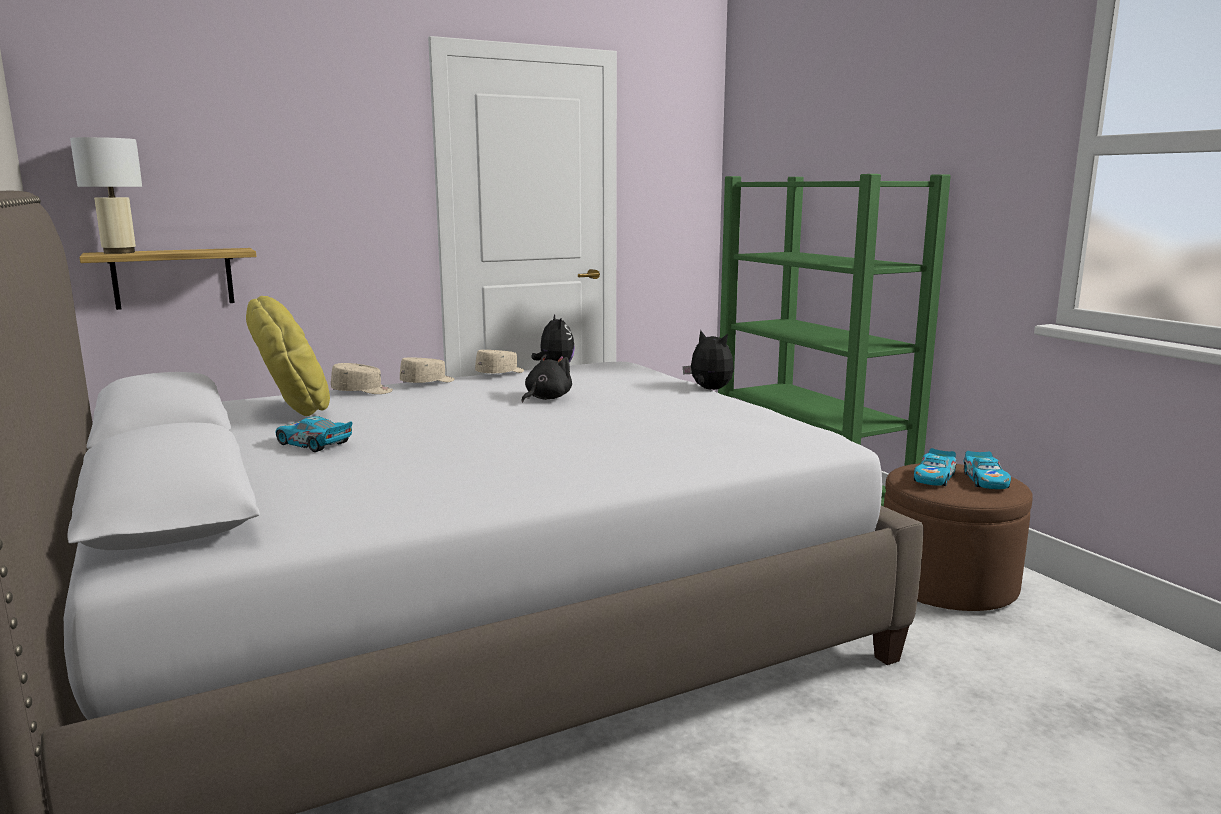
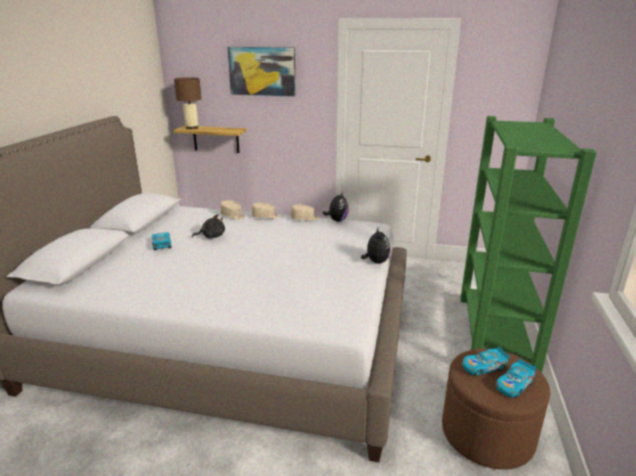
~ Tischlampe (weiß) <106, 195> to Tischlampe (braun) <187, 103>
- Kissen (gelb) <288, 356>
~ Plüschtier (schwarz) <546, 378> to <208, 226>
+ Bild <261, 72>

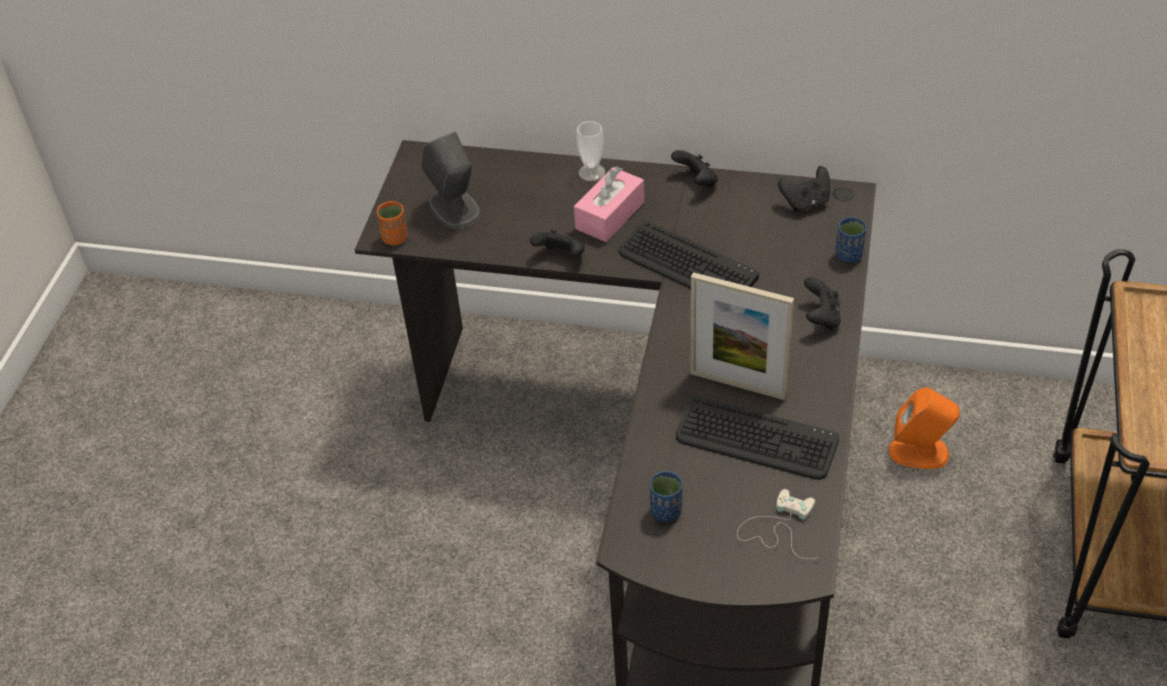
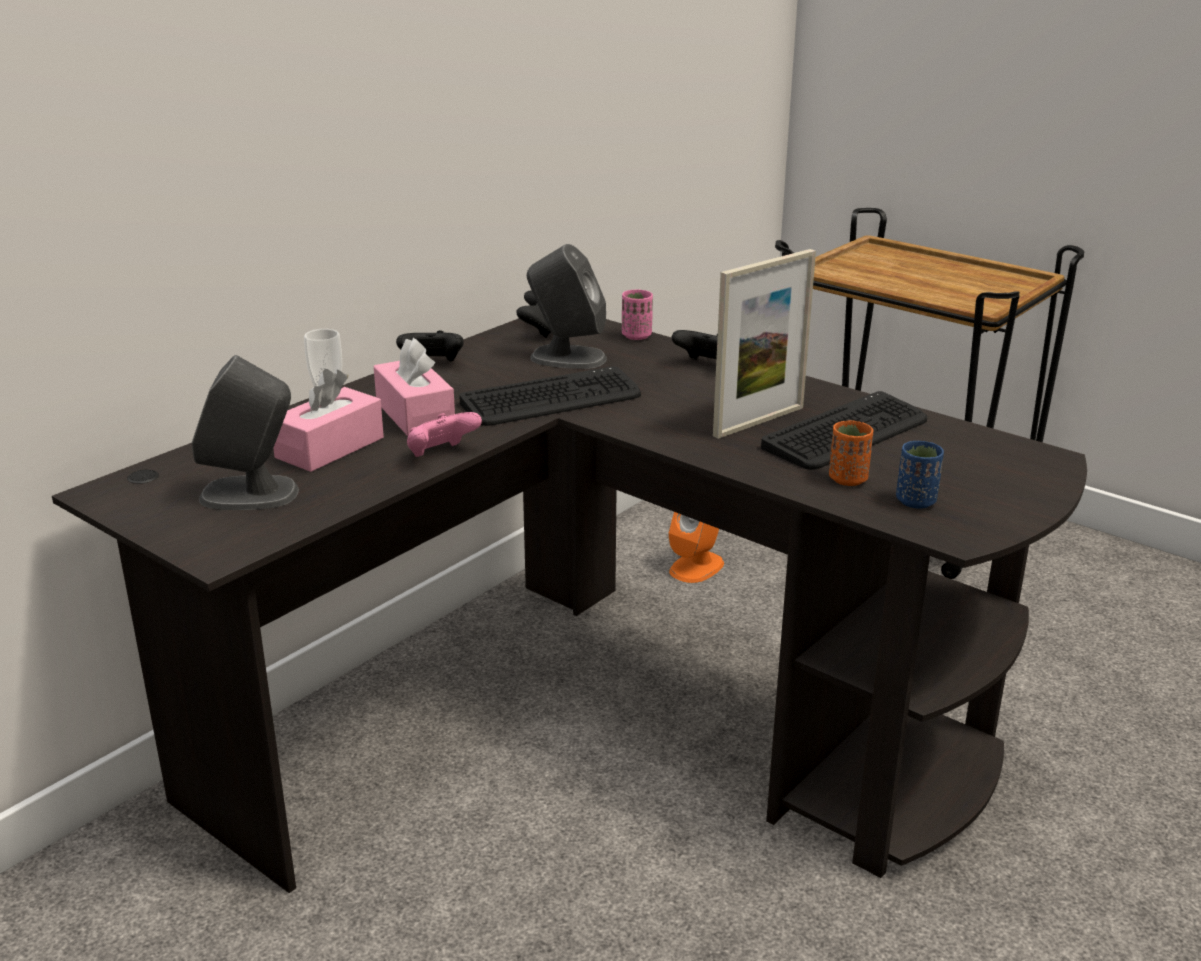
~ Tasse (orange) <392, 223> to <851, 453>
~ Gamepad (schwarz) <557, 243> to Gamepad (rosa) <444, 434>
- Gamepad (weiß) <777, 524>
~ Tasse (blau) <850, 240> to Tasse (rosa) <637, 314>
+ Taschentuchbox (rosa) <328, 420>
+ Lautsprecher (grau) <567, 306>

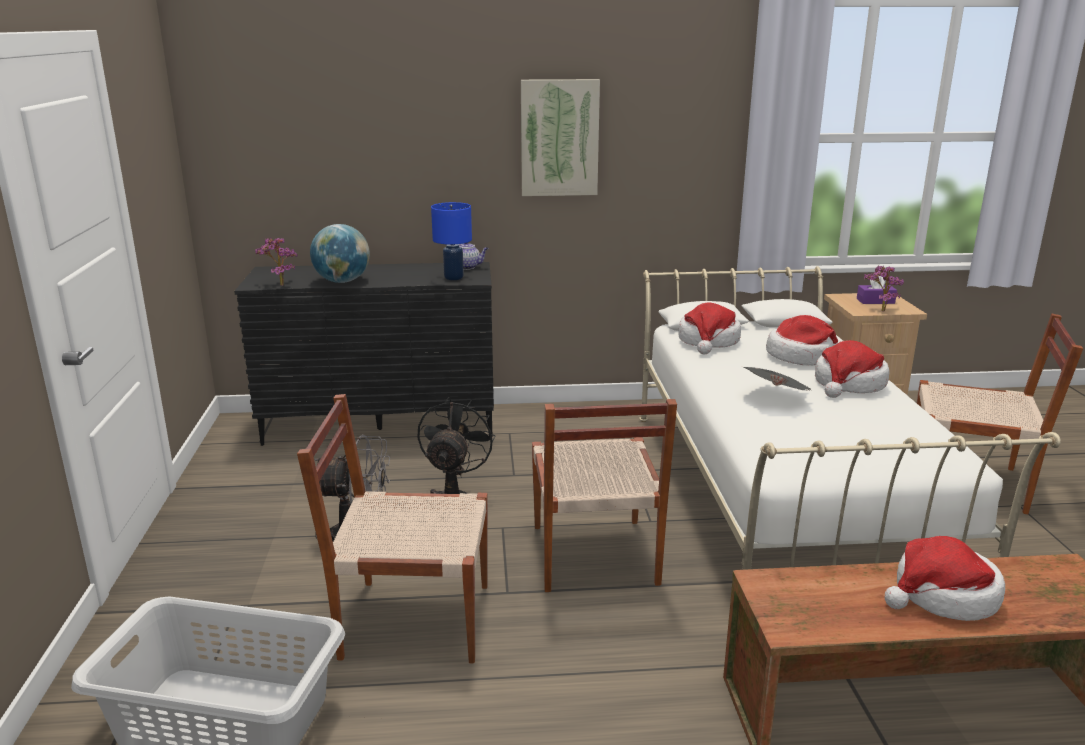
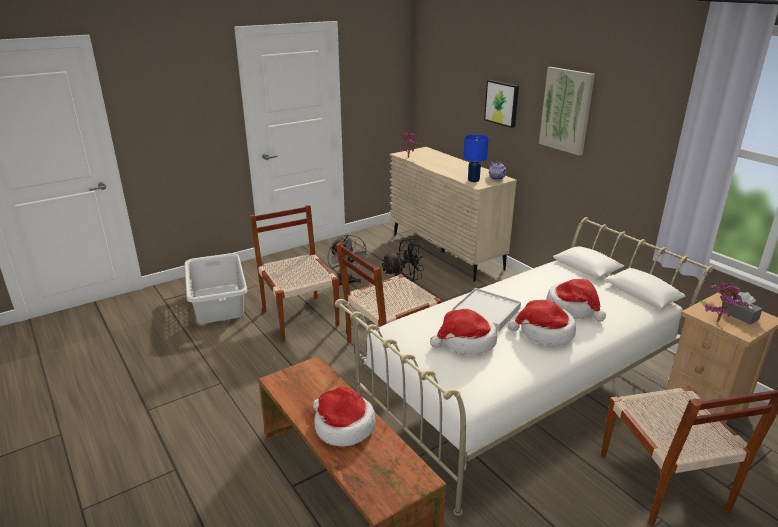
~ Kommode (schwarz) <364, 354> to Kommode (beige) <453, 214>
- Globus <340, 253>
~ Hut <709, 328> to <463, 332>
~ Zeitung <775, 378> to Tablett (weiß) <486, 310>
~ Taschentuchbox (lila) <877, 290> to Taschentuchbox (grau) <742, 308>
+ Bild <501, 104>

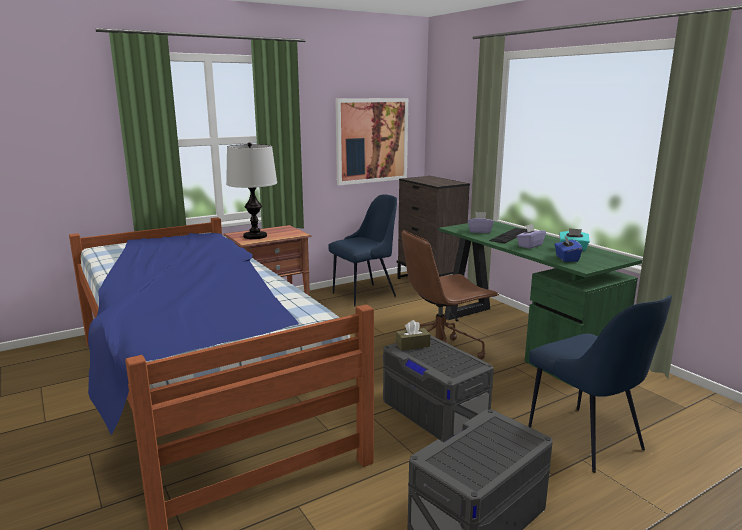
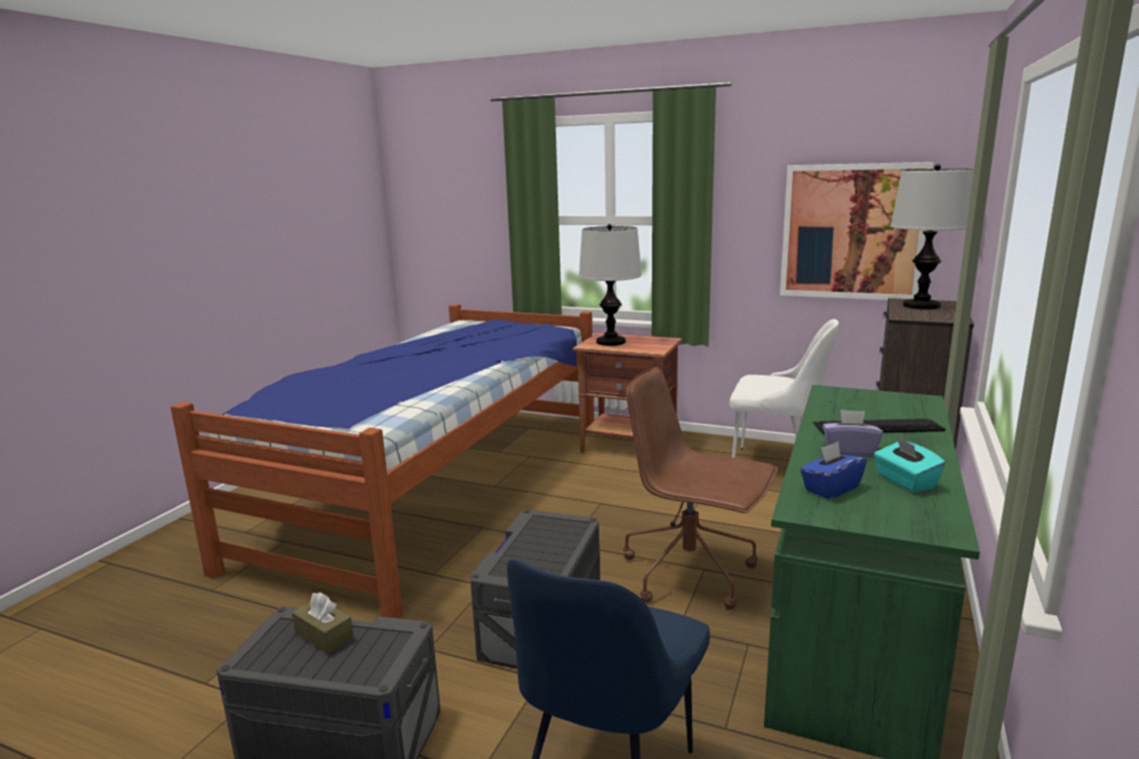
~ Stuhl (blau) <362, 250> to Stuhl (weiß) <784, 388>
~ Taschentuchbox (braun) <413, 335> to <323, 623>
- Taschentuchbox (lila) <481, 222>
+ Tischlampe <932, 236>

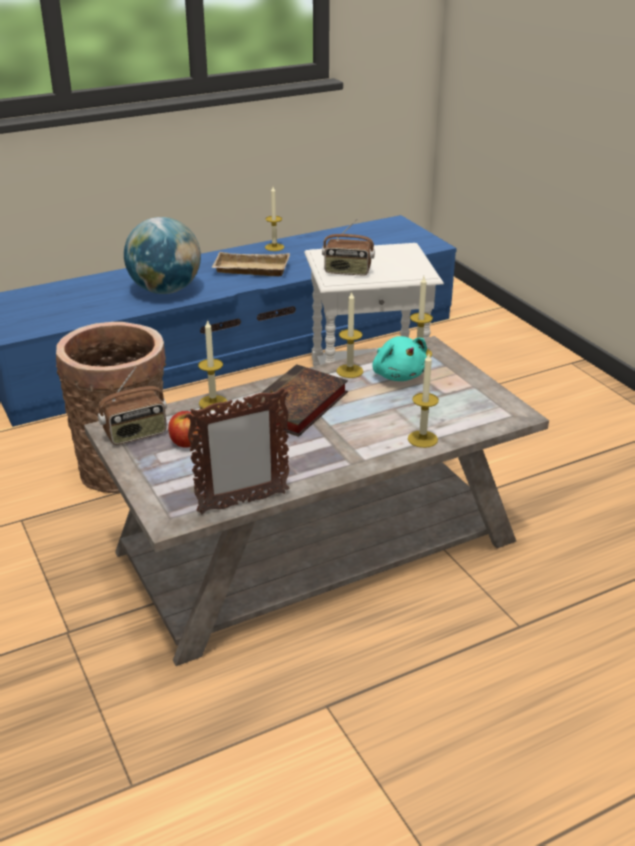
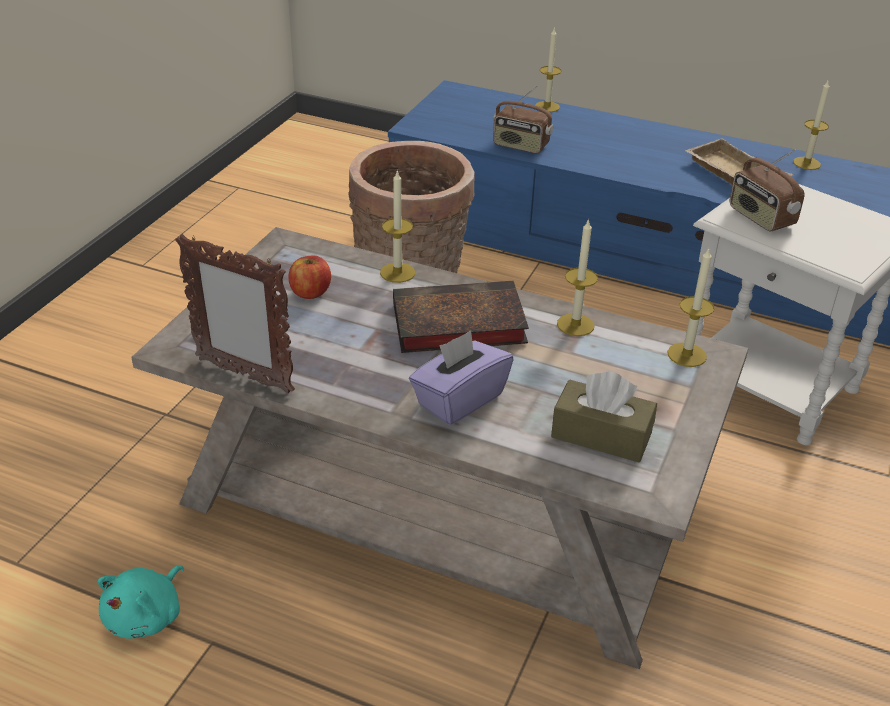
~ Radio <132, 406> to <523, 119>
- Globus <162, 255>
~ Plüschtier (türkis) <399, 358> to <141, 602>
~ Kerze <423, 401> to <548, 70>
+ Taschentuchbox (lila) <461, 377>
+ Taschentuchbox (braun) <604, 416>

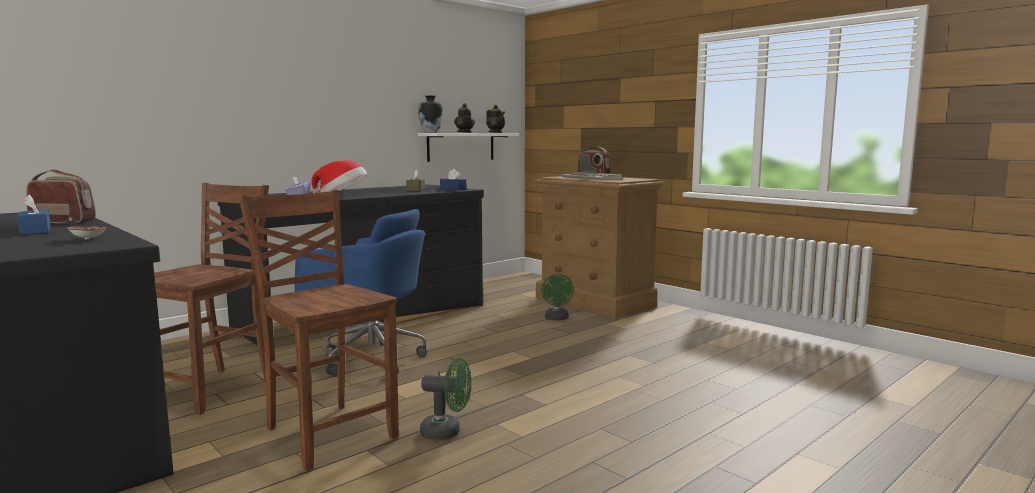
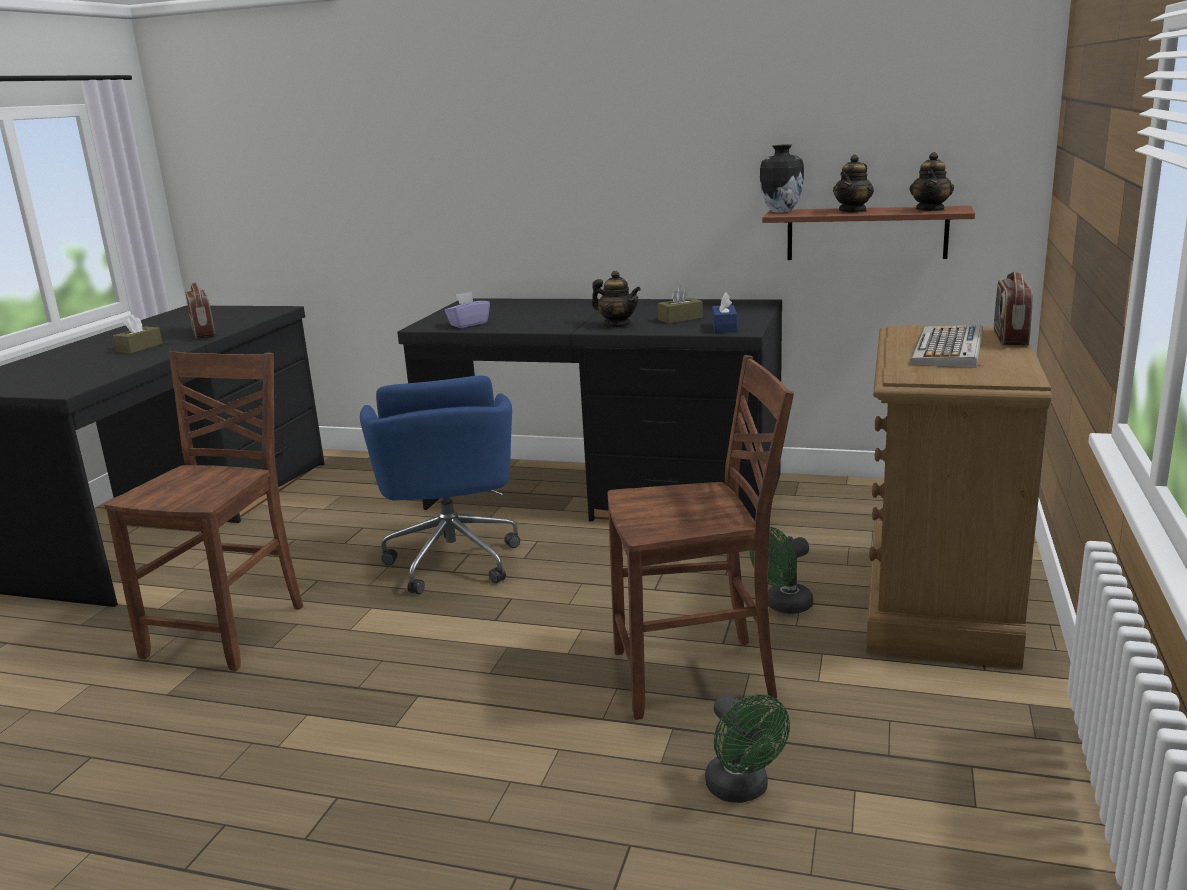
~ Taschentuchbox (blau) <34, 215> to Taschentuchbox (braun) <138, 334>
- Schüssel <87, 232>
~ Stuhl (braun) <211, 299> to <701, 537>
- Hut <339, 176>
~ Wandregal (weiß) <468, 147> to Wandregal (braun) <868, 233>
~ Ventilator (grün) <446, 399> to <747, 748>
+ Teekanne <616, 299>

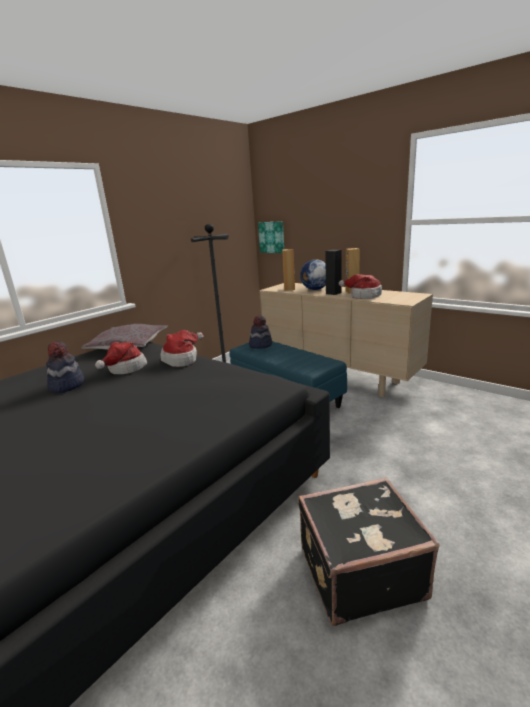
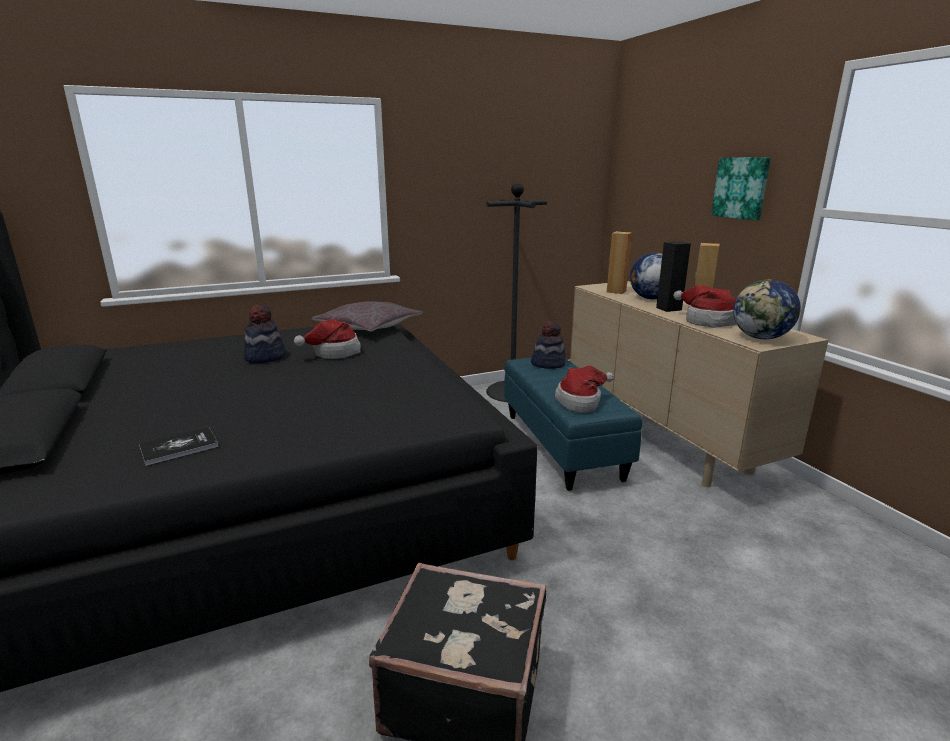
~ Hut <182, 348> to <584, 389>
~ Bild <271, 237> to <741, 189>
+ Buch <179, 446>
+ Globus <767, 309>

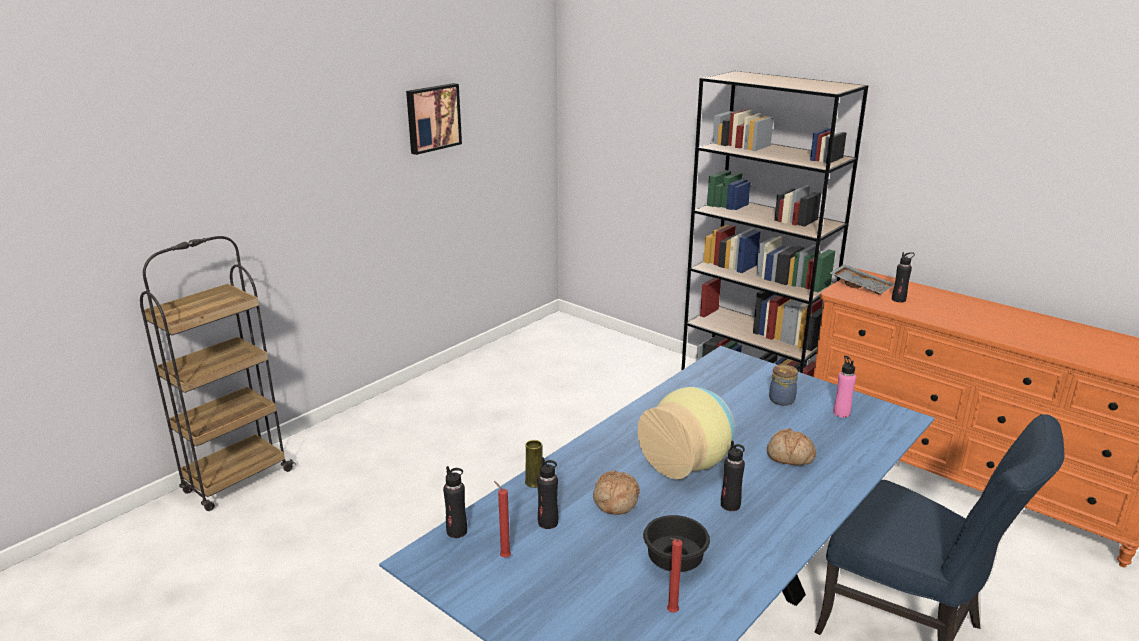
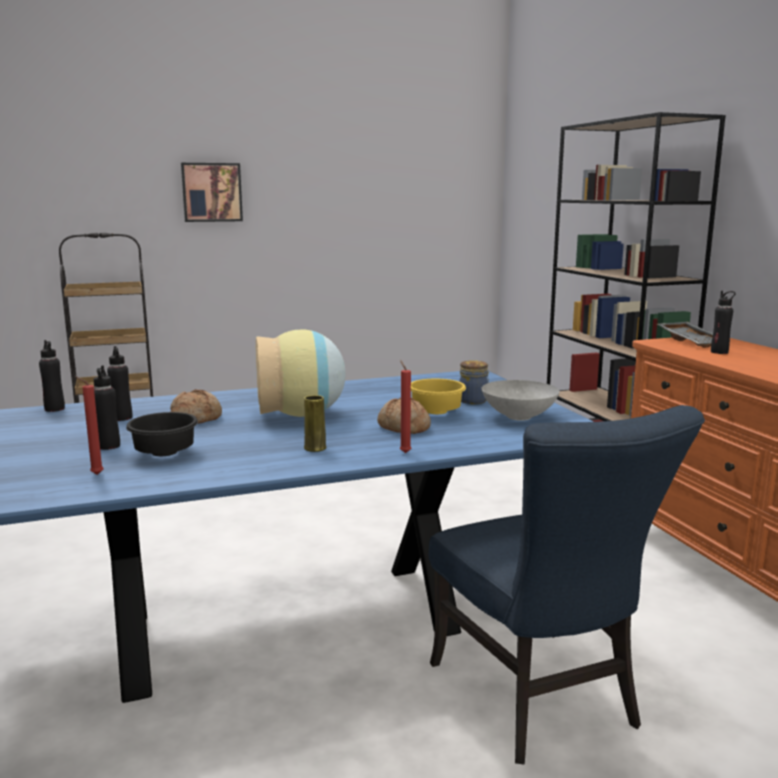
~ Bild <434, 119> to <212, 192>
~ Kerze (rot) <502, 519> to <405, 406>
~ Vase (gelb) <534, 464> to <315, 423>
~ Flasche (schwarz) <733, 475> to <107, 407>
~ Flasche (rosa) <844, 386> to Schüssel (grau) <521, 400>
+ Schüssel (gelb) <438, 396>

